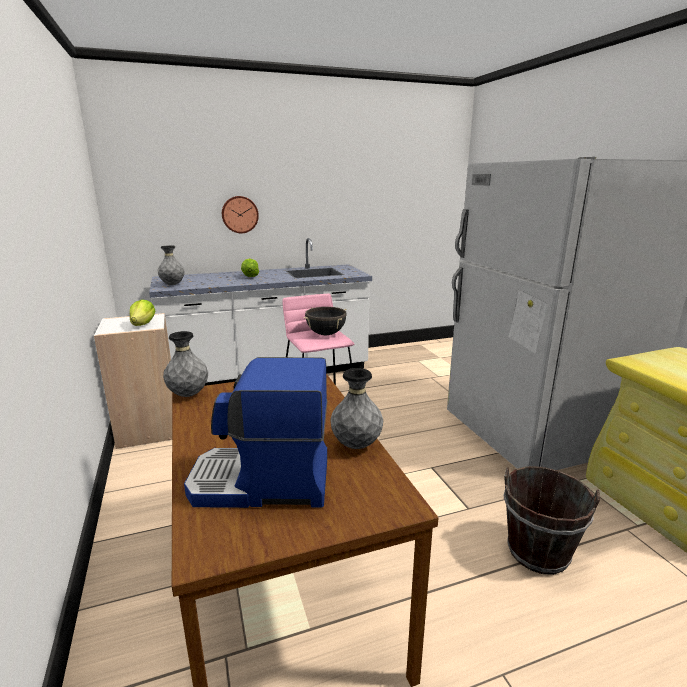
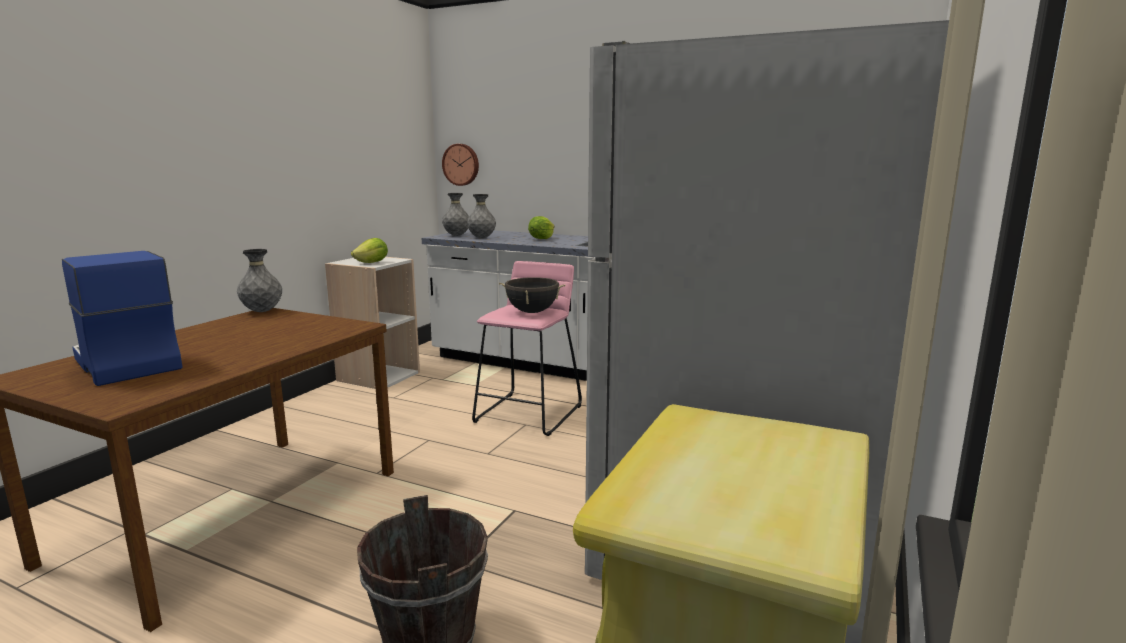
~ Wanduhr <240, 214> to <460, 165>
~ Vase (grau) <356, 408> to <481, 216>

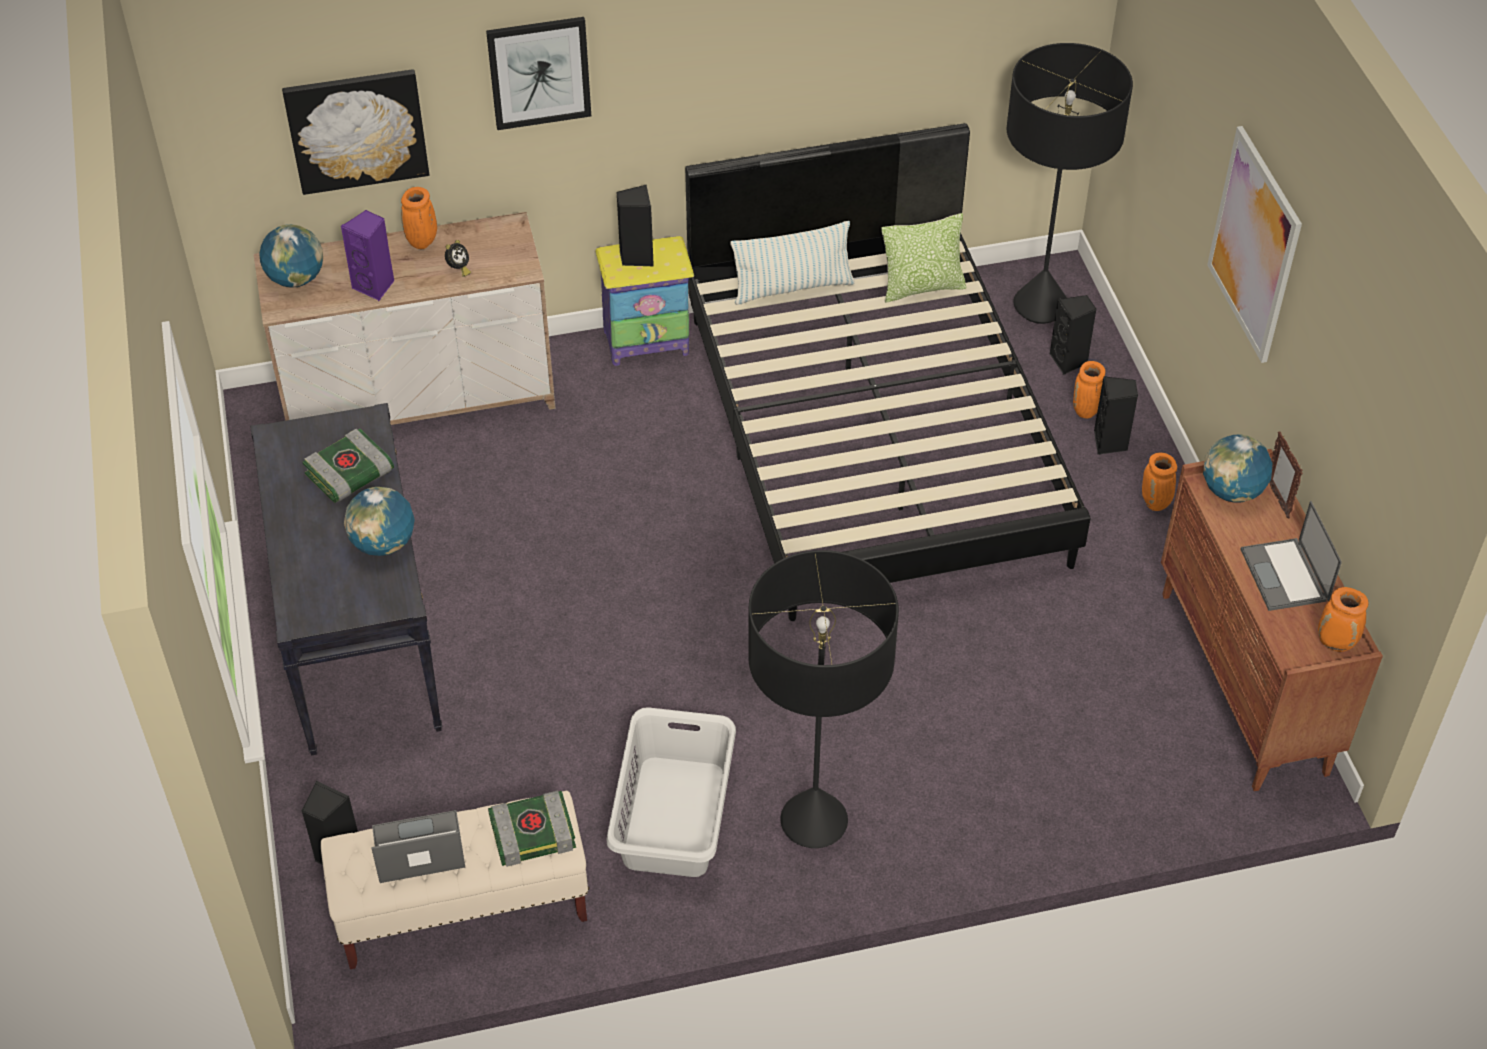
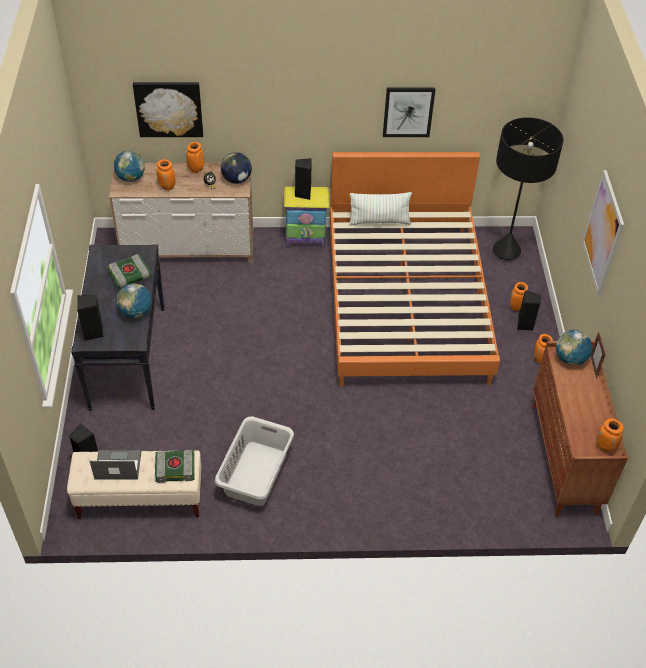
~ Lautsprecher (lila) <368, 255> to Vase (orange) <166, 175>
~ Bild <538, 73> to <409, 112>
~ Bett (schwarz) <887, 372> to Bett (orange) <415, 269>
- Stehlampe (schwarz) <823, 699>
- Kissen <923, 258>
~ Lautsprecher (schwarz) <1073, 335> to <90, 318>
- Laptop <1291, 556>
+ Globus <236, 168>

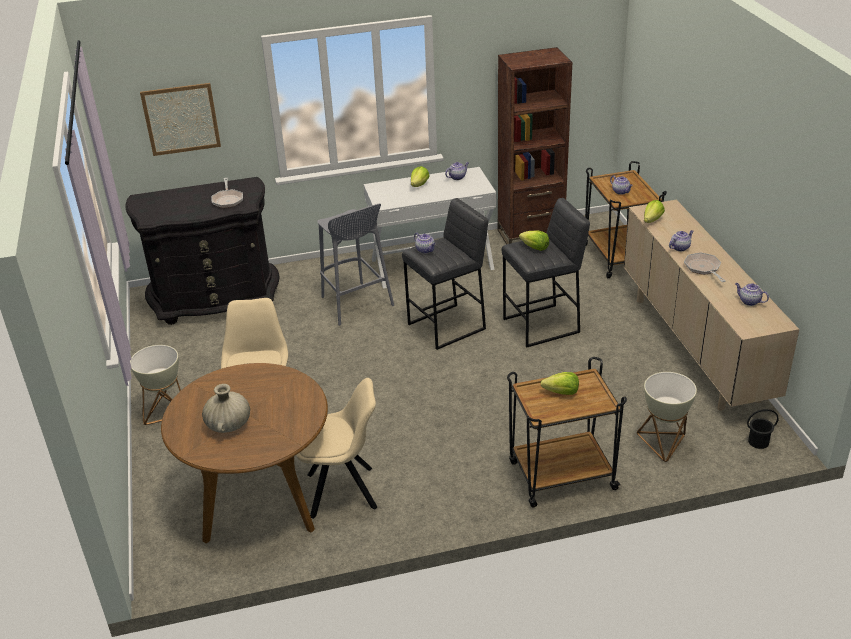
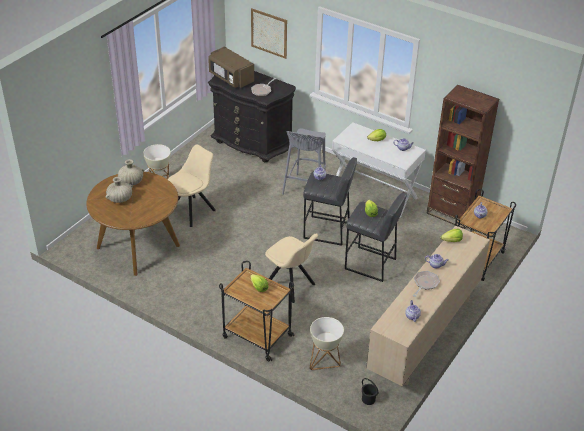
~ Stuhl (beige) <336, 448> to <291, 268>
+ Vase (beige) <131, 172>
+ Mikrowelle (braun) <231, 67>

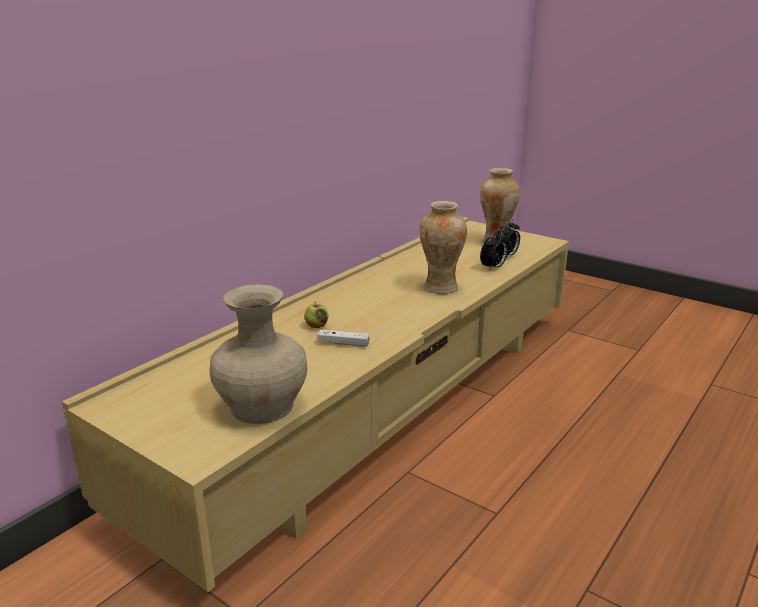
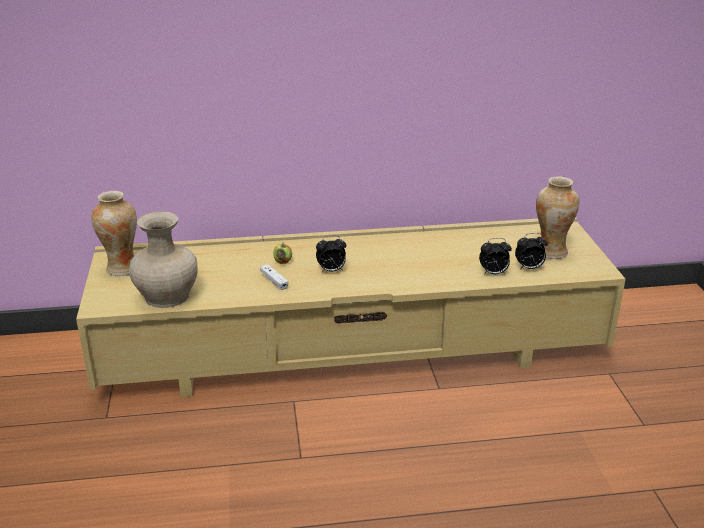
~ Vase <443, 247> to <114, 233>
+ Wecker <331, 253>

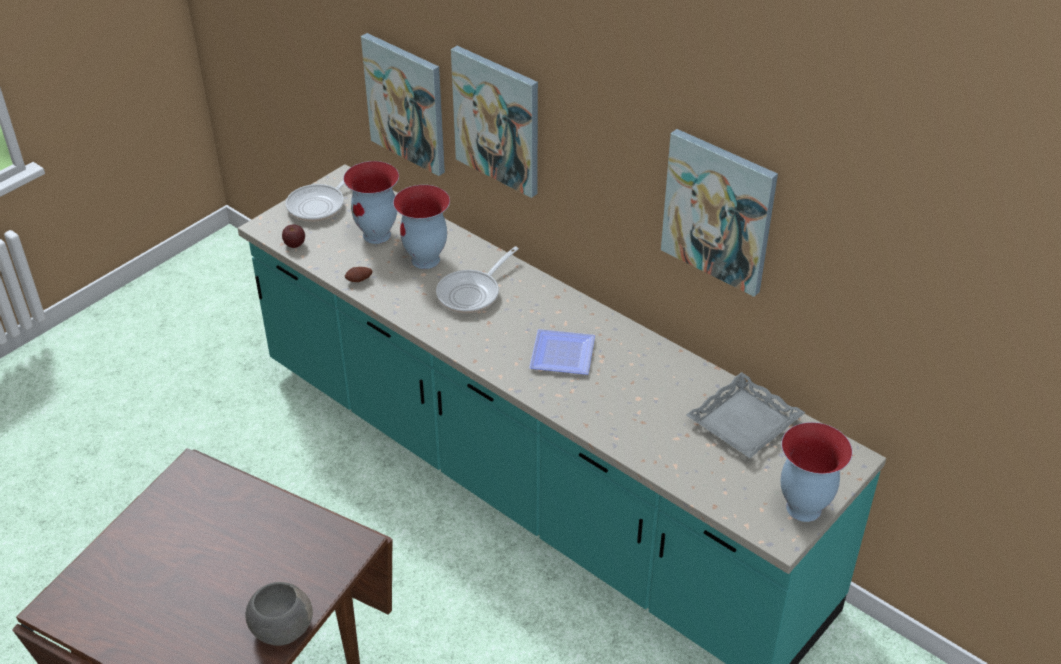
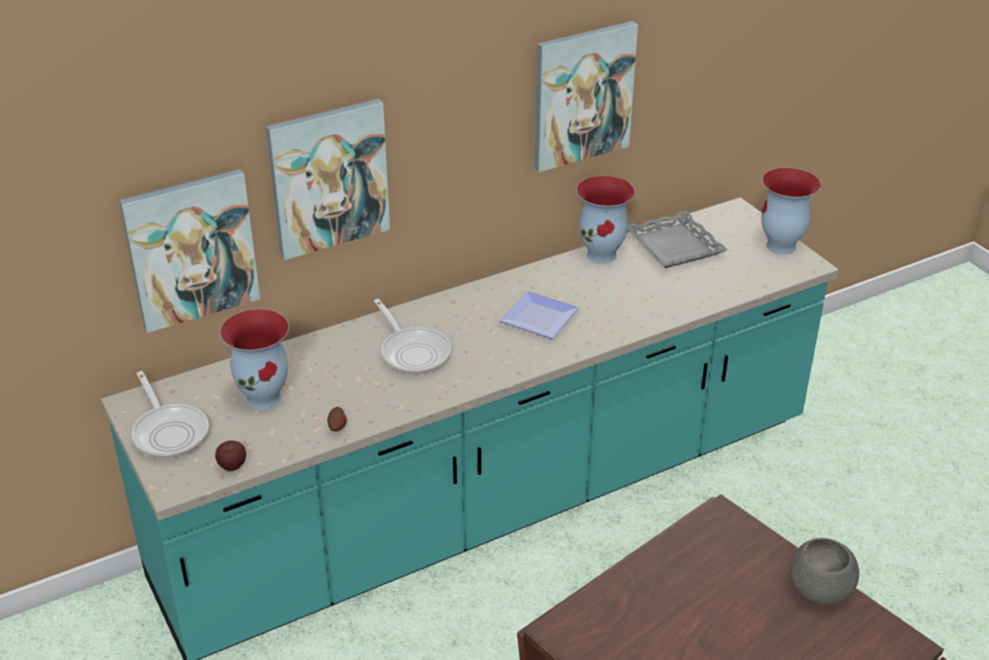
~ Vase <421, 227> to <605, 220>

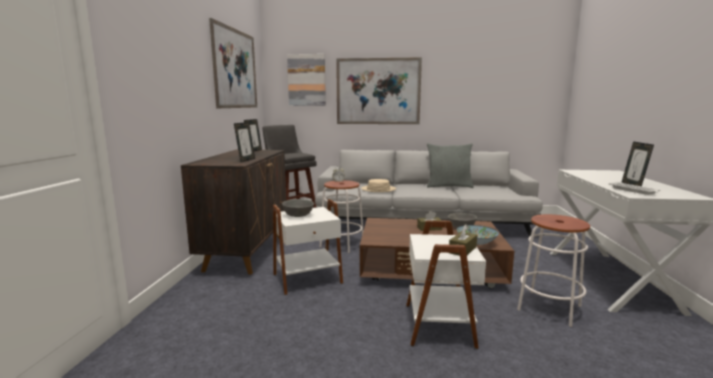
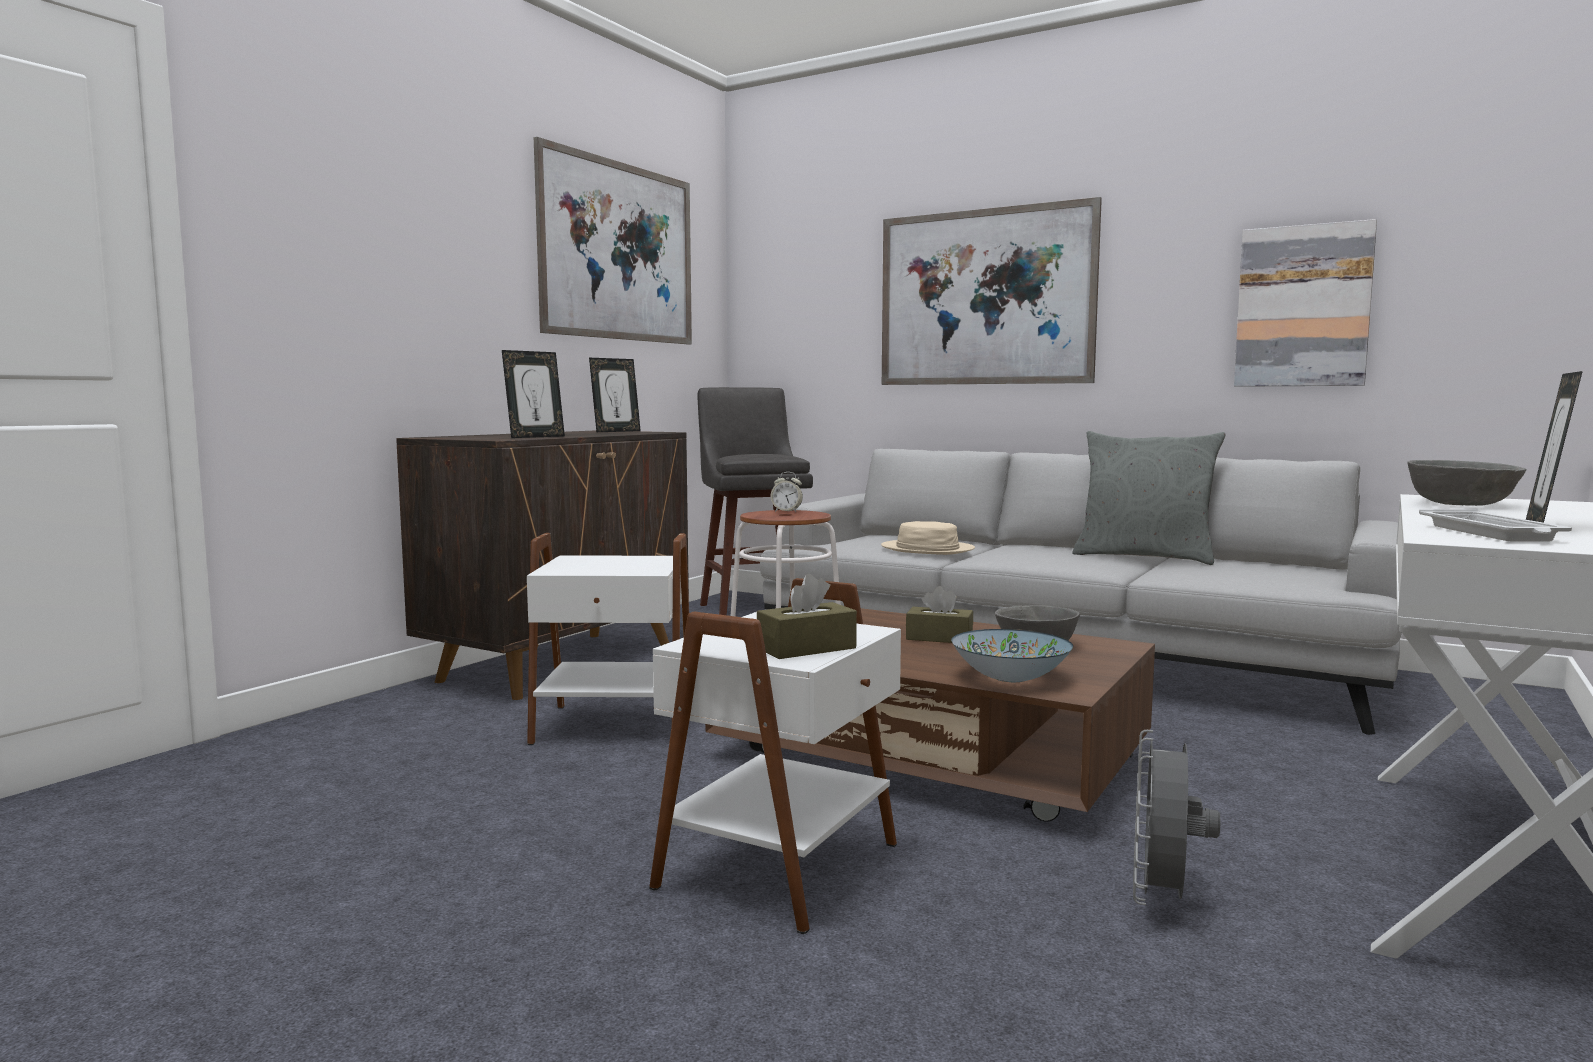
~ Schüssel (grau) <298, 208> to <1467, 483>
~ Bild <306, 80> to <1305, 303>
~ Hocker (weiß) <553, 270> to Ventilator (grau) <1176, 817>

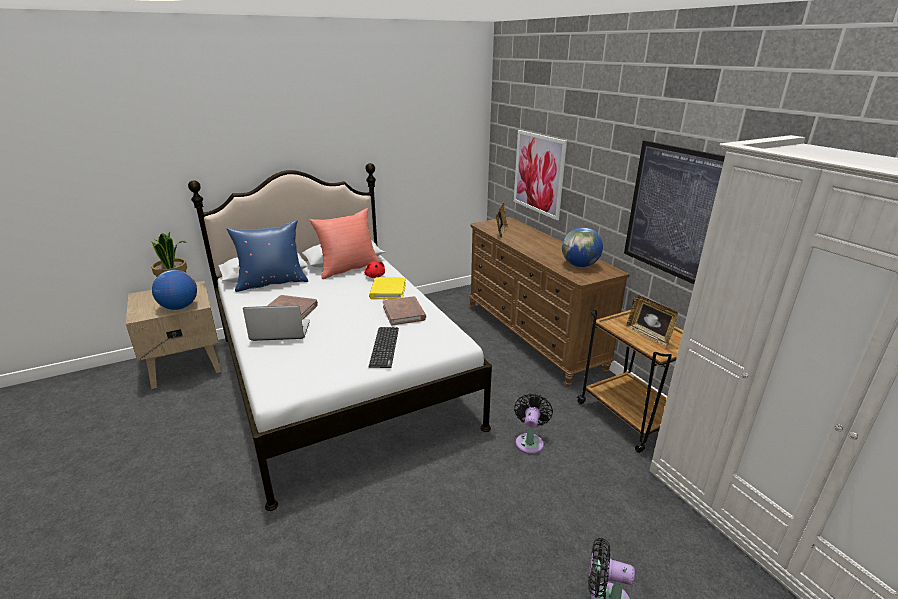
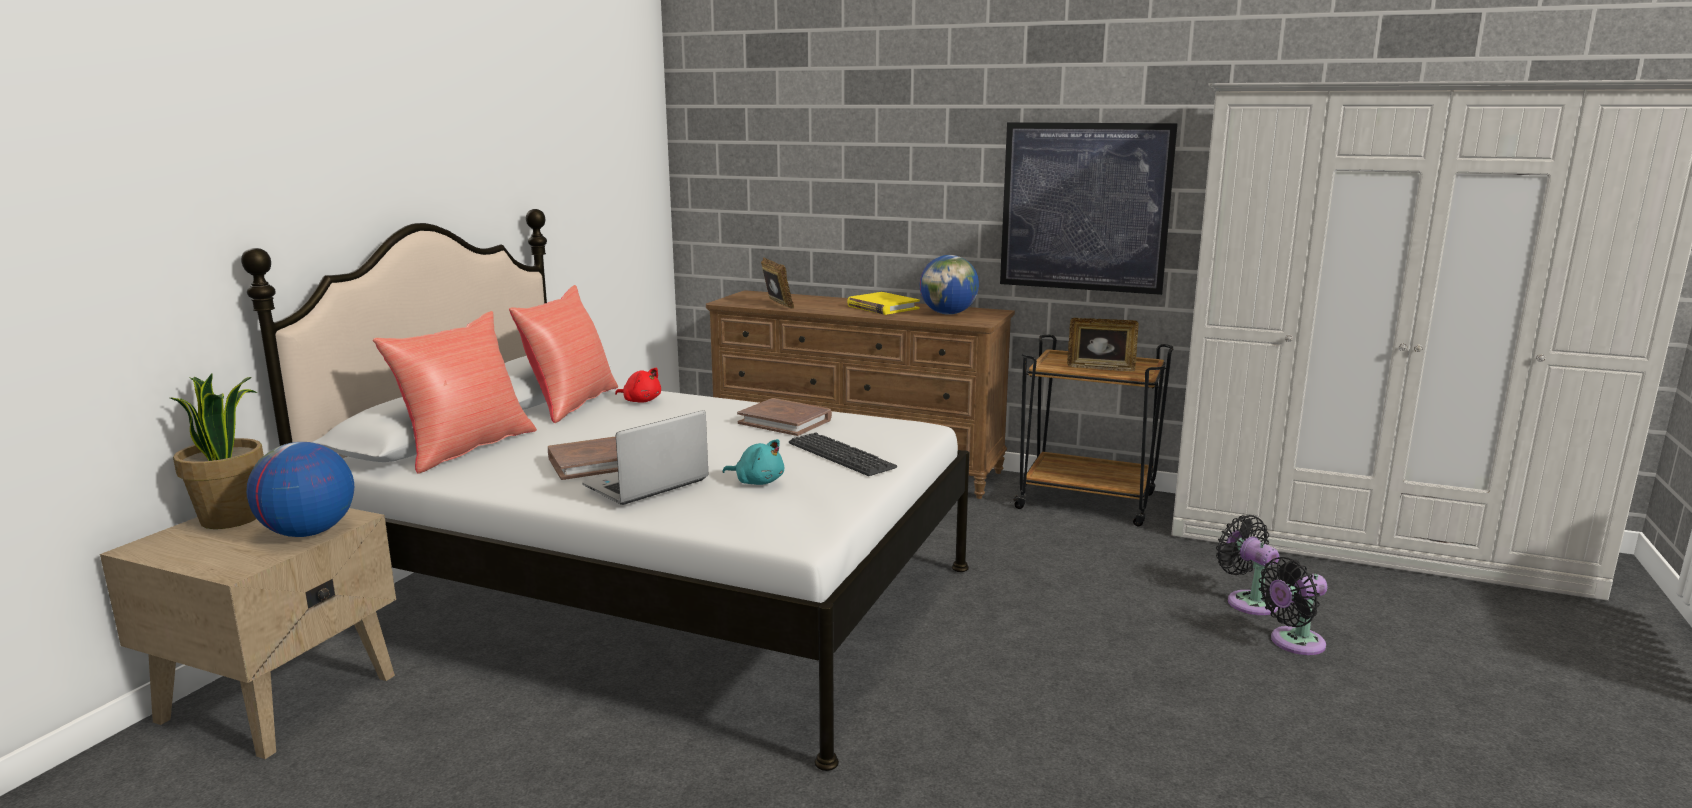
~ Kissen (blau) <267, 256> to Kissen (rot) <455, 392>
~ Buch (gelb) <387, 288> to <883, 303>
- Bild <540, 175>
~ Ventilator (schwarz) <533, 423> to <1247, 565>
+ Plüschtier (türkis) <753, 462>

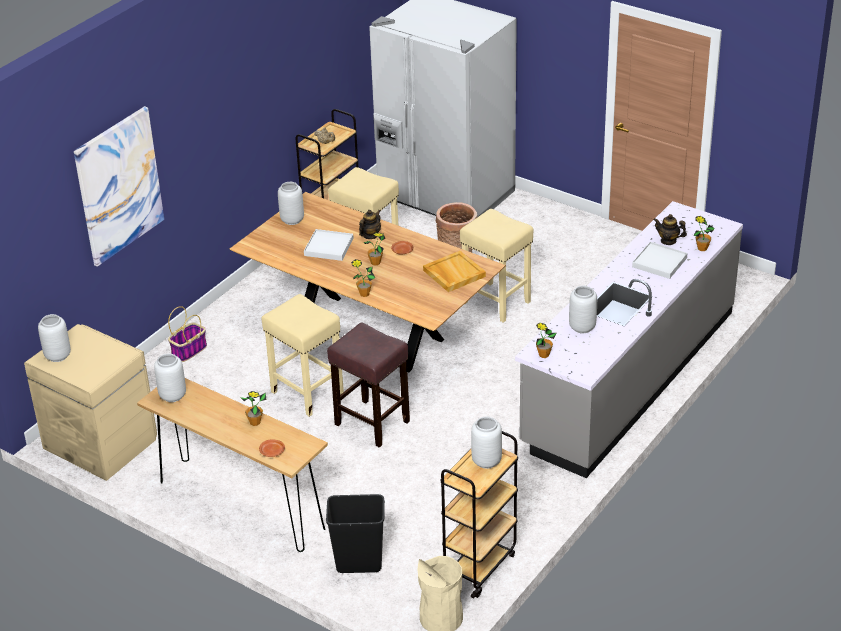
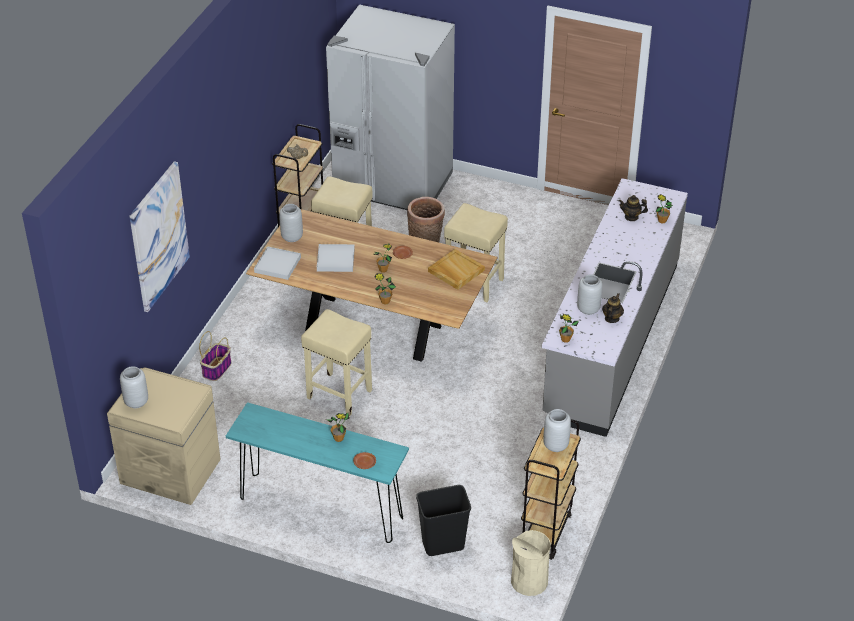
~ Konsolentisch (braun) <232, 465> to Konsolentisch (türkis) <317, 472>
- Vase (grau) <170, 377>
- Hocker (braun) <368, 385>
~ Teekanne <370, 224> to <613, 308>
~ Tablett (weiß) <659, 260> to <277, 263>

